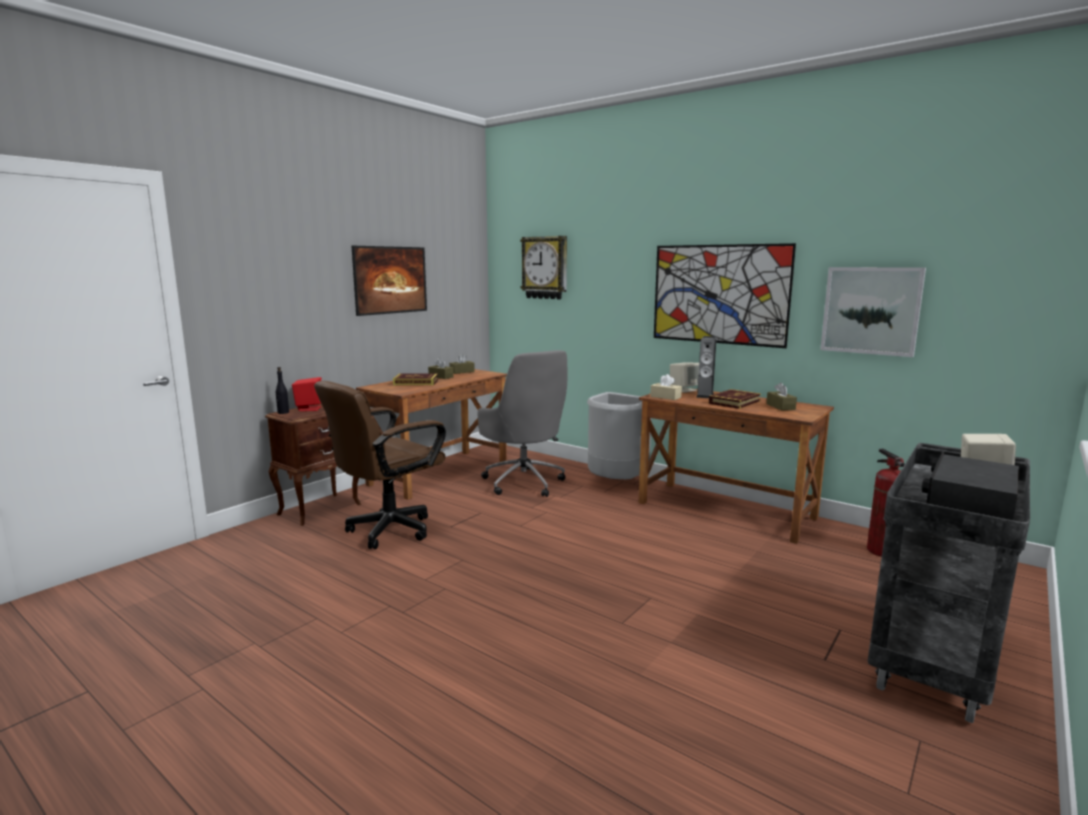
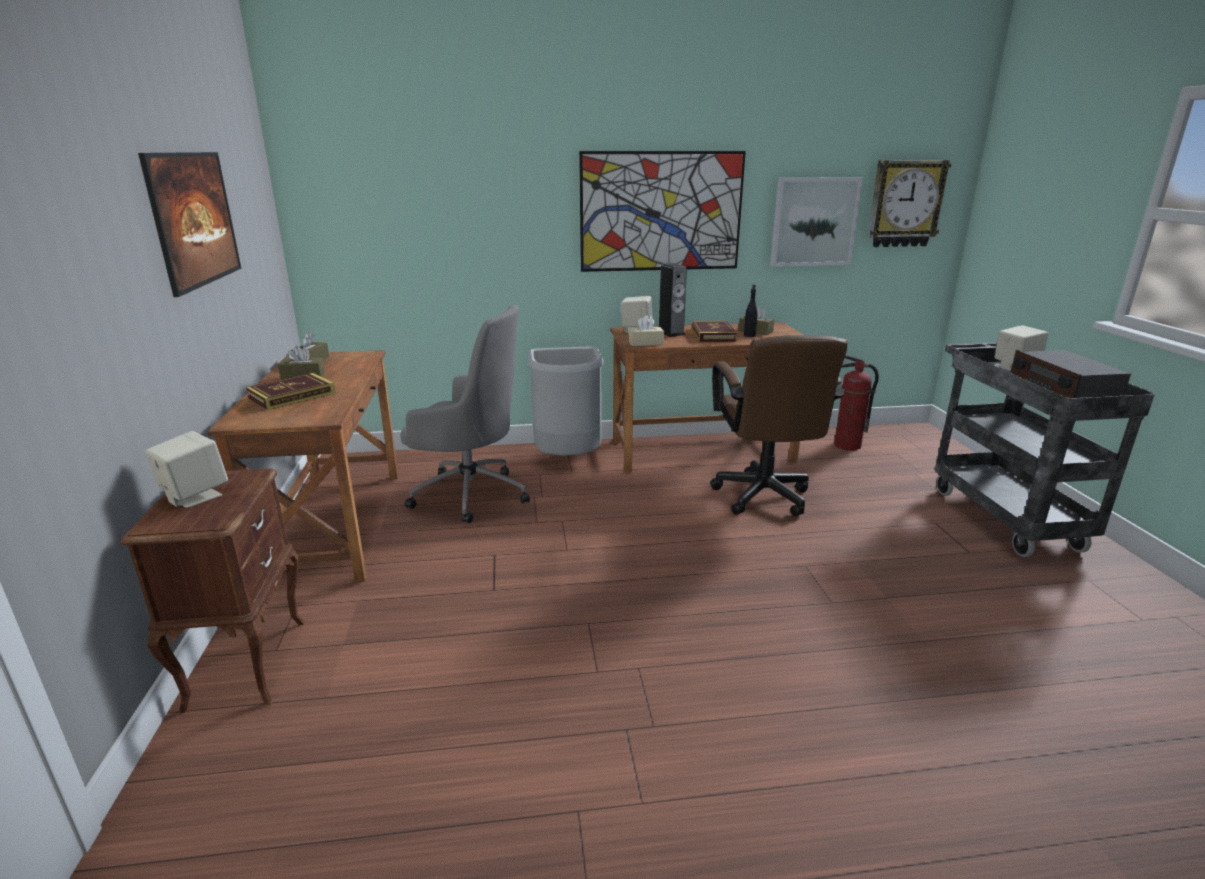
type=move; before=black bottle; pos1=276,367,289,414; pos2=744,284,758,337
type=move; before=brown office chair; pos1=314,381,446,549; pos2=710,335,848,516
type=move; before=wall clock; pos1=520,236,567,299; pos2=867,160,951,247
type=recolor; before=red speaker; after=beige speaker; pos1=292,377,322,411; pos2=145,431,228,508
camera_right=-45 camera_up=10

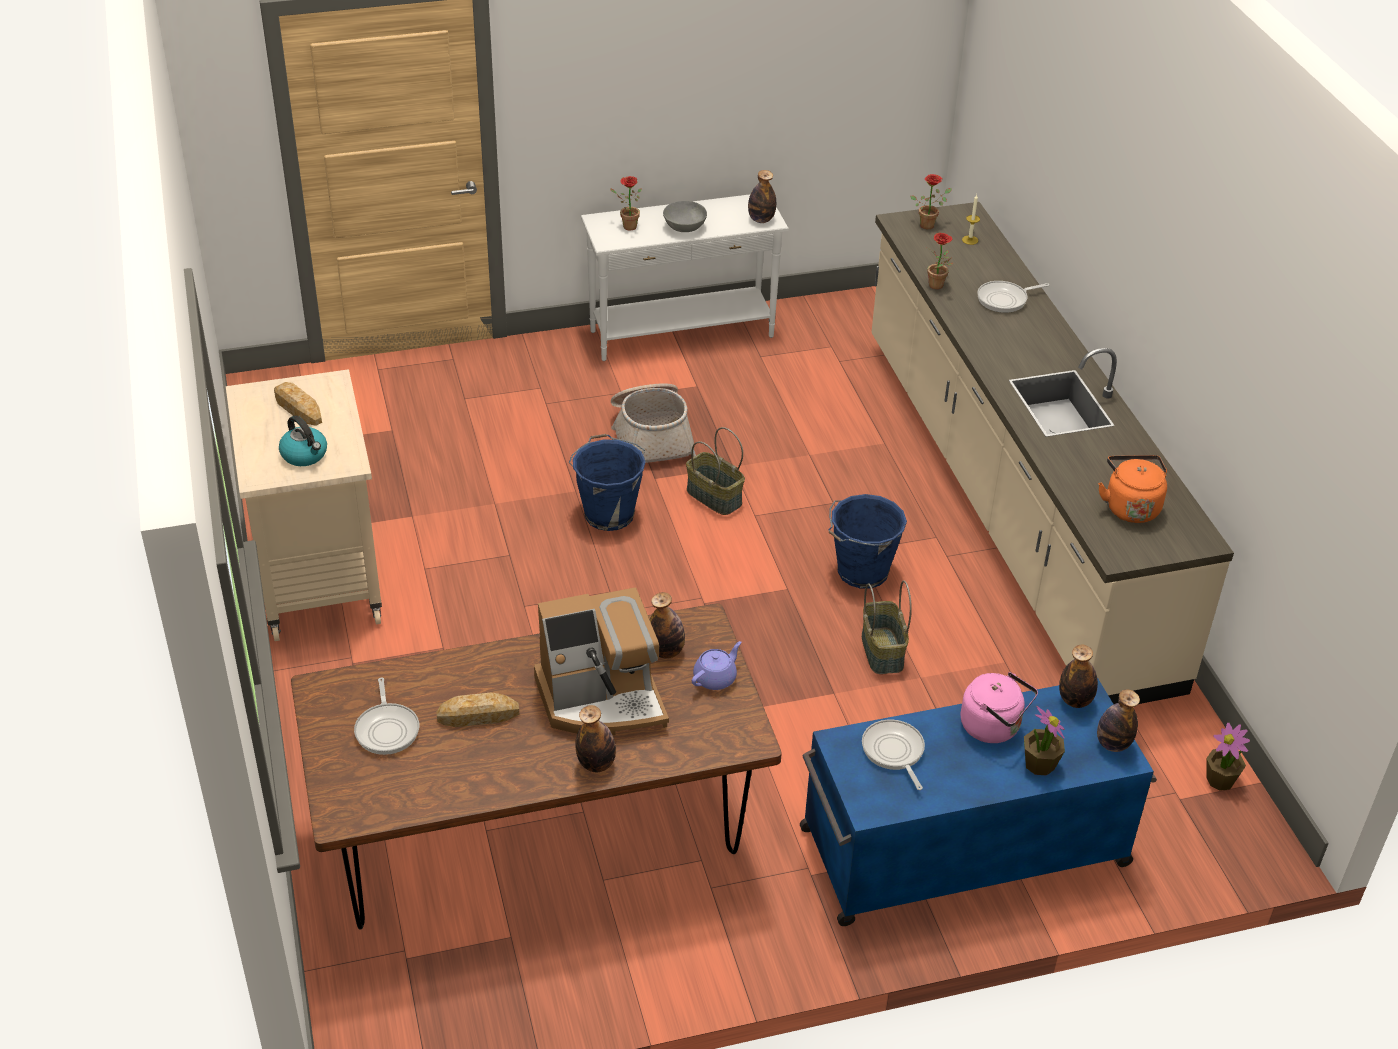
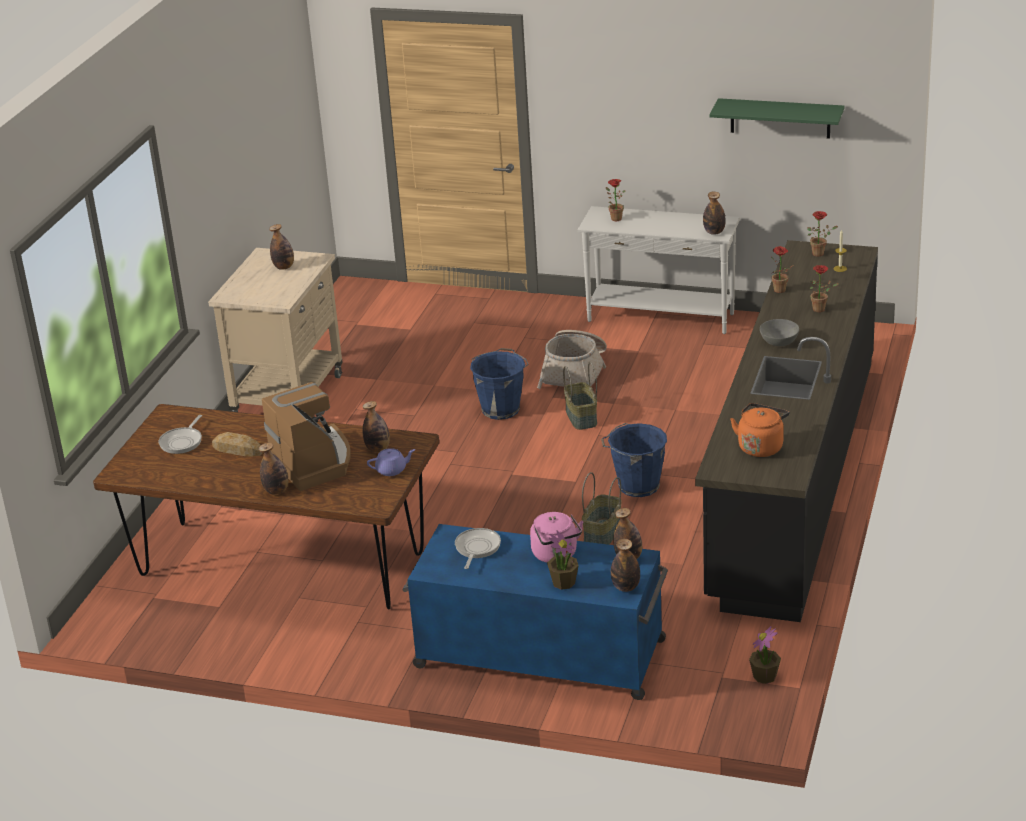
type=delete; before=kettle; pos1=279,415,327,466
type=insert; after=green shelf; pos2=710,98,844,139
type=move; before=grey bowl; pos1=663,201,707,232; pos2=760,319,799,346
type=replace; before=bread; after=bottle; pos1=274,382,322,426; pos2=269,224,294,270
type=replace; before=frying pan; after=potted plant; pos1=977,281,1049,313; pos2=810,265,839,312
type=recolor; before=beige counter; after=black counter; pos1=872,202,1234,704; pos2=695,240,878,622
type=rotate; before=coffee machine; pos1=534,587,669,735; pos2=262,382,351,491; turn=-135
camera_right=35 camera_up=-10

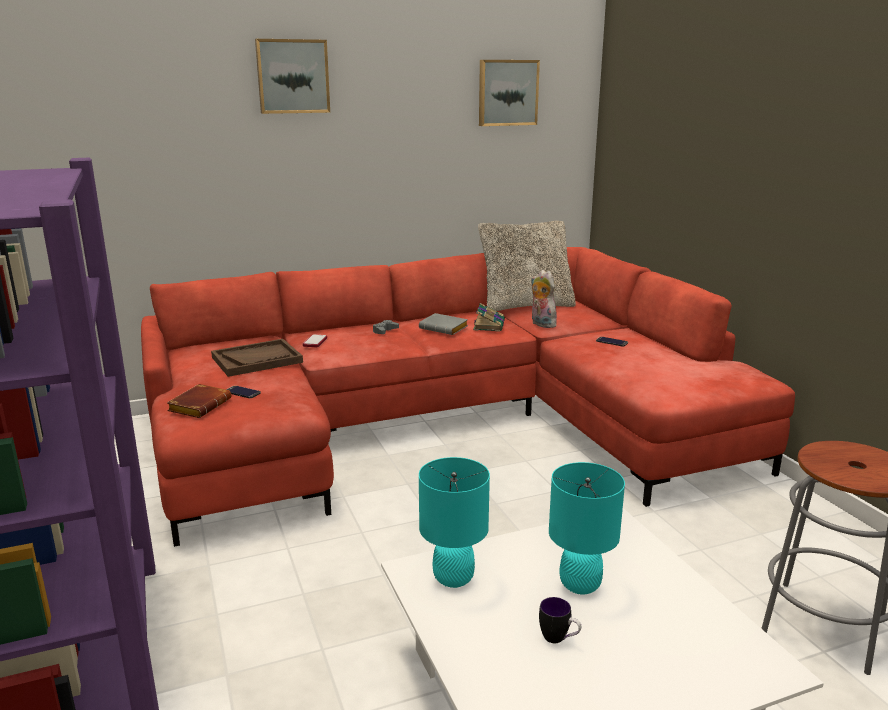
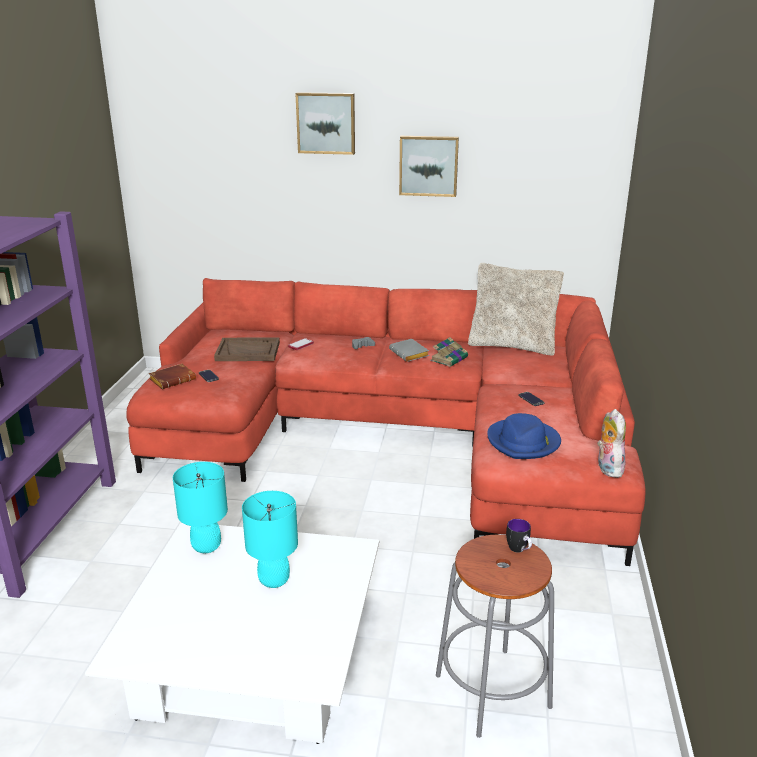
type=insert; after=blue hat; pos2=487,413,561,459
type=move; before=picture; pos1=479,60,540,126; pos2=399,136,459,197
type=move; before=plush toy; pos1=531,270,557,328; pos2=597,409,626,478
type=move; before=mug; pos1=539,597,581,643; pos2=506,519,532,553
camera_right=30 camera_up=5

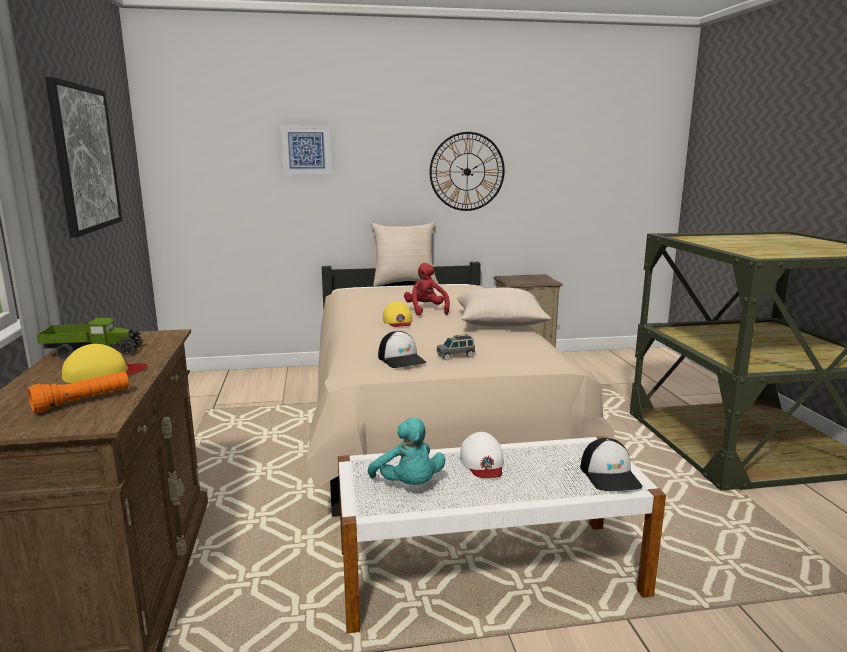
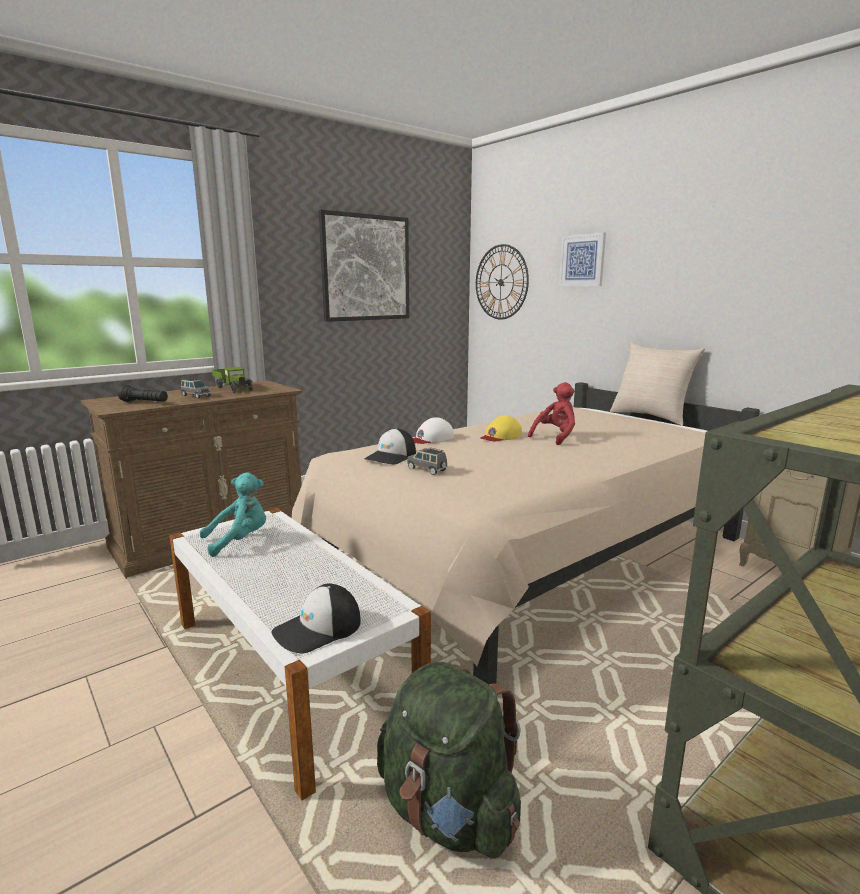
type=delete; before=beige pillow; pos1=457,287,551,327
type=insert; after=green backpack; pos2=377,662,521,858
type=move; before=wall clock; pos1=429,132,505,211; pos2=476,244,529,320
type=move; before=white cap; pos1=460,432,504,478; pos2=413,417,454,444
type=replace; before=yellow cap; after=grey toy car; pos1=62,344,147,383; pos2=181,378,211,399
type=recolor; before=orange flashlight; after=black flashlight; pos1=28,372,129,413; pos2=118,385,168,402
type=rotate; before=turquoise plush toy; pos1=368,418,445,485; pos2=200,472,266,557; turn=-150
camera_right=60 camera_up=0

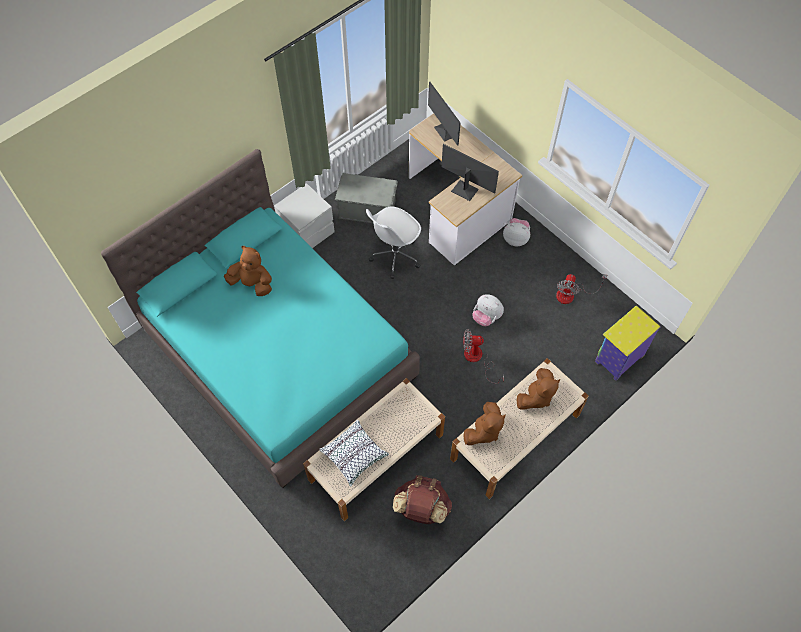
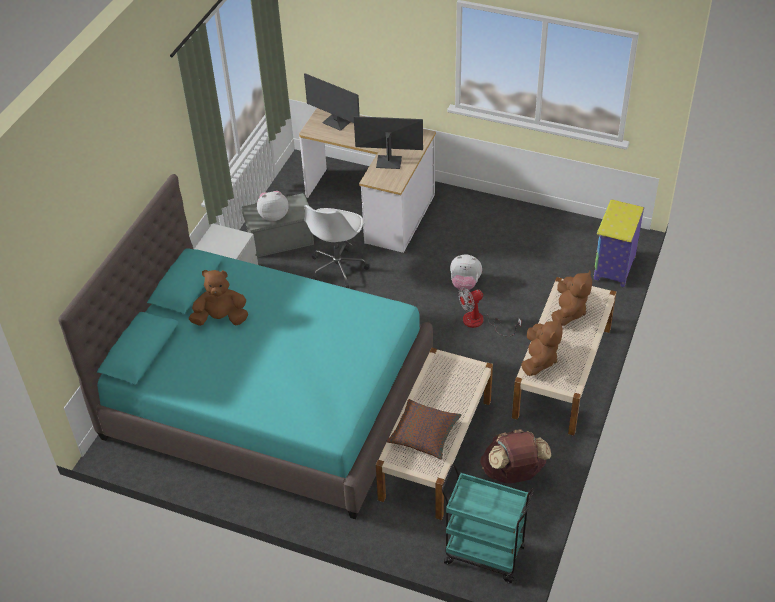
type=delete; before=fan; pos1=556,274,608,304
type=insert; after=turquoise cart; pos2=442,464,534,584
type=move; before=plush toy; pos1=503,218,530,246; pos2=257,191,289,221
type=recolor; before=white pillow; after=brown pillow; pos1=319,420,389,487; pos2=387,399,461,459
camera_right=-25 camera_up=-15

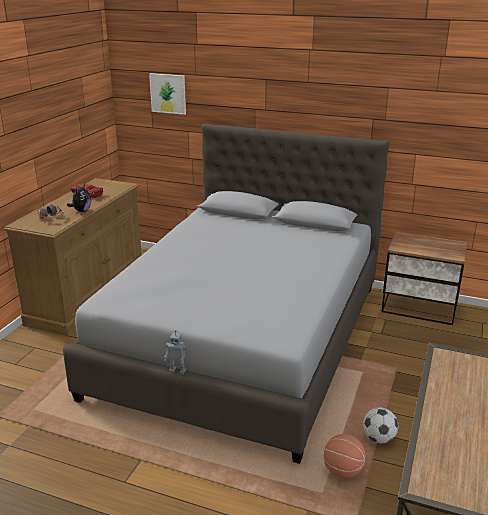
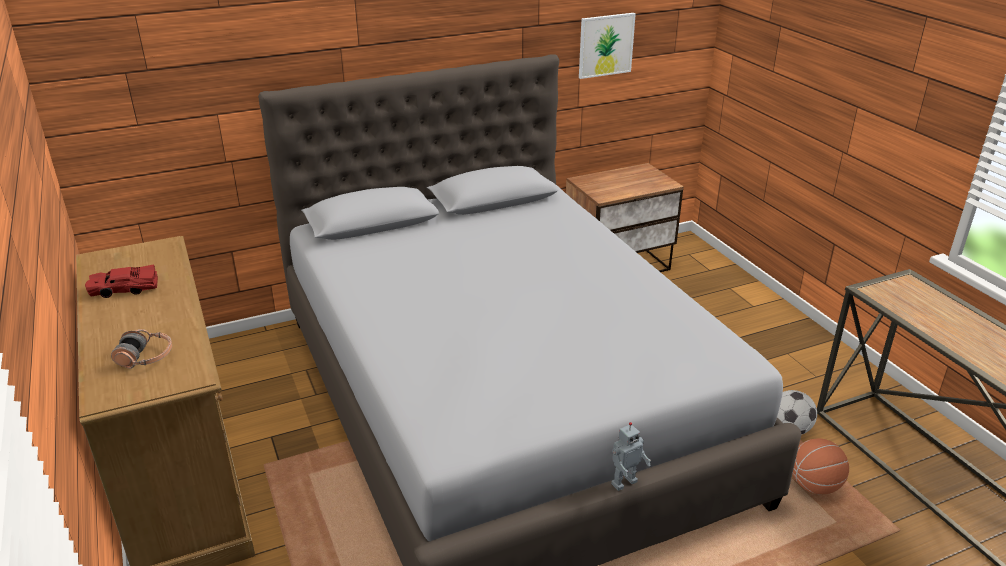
type=delete; before=plush toy; pos1=67,185,91,212
type=move; before=picture; pos1=149,73,186,115; pos2=579,13,636,79
camera_right=-45 camera_up=5

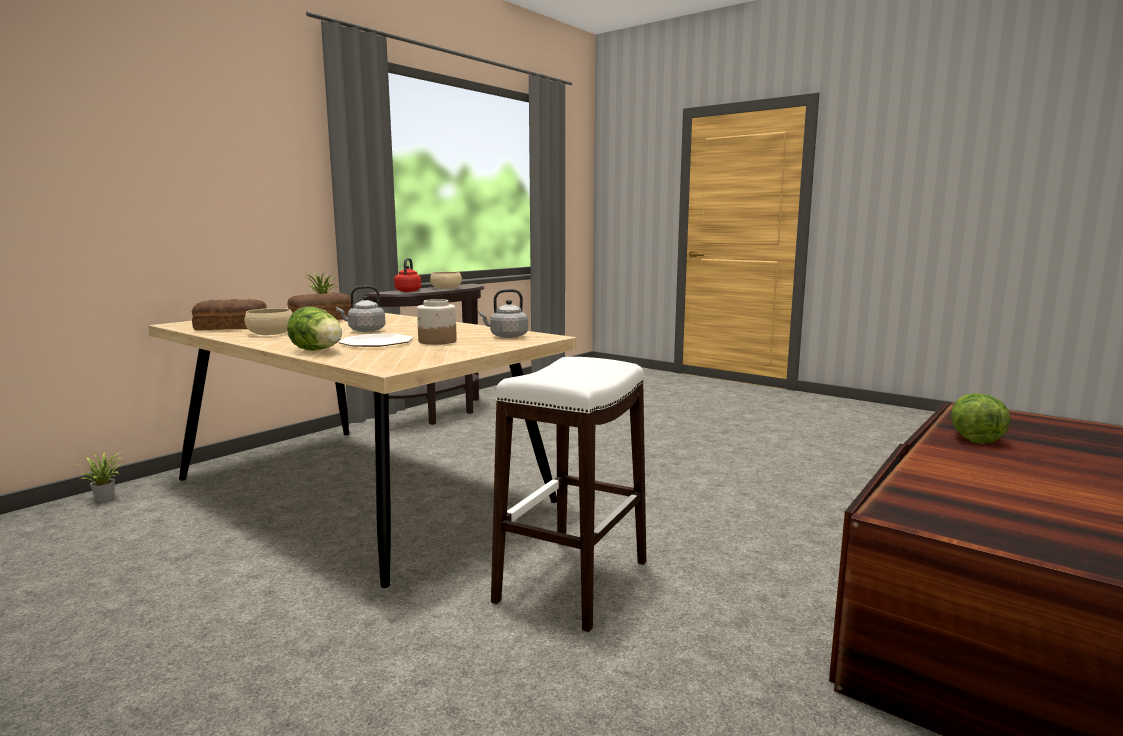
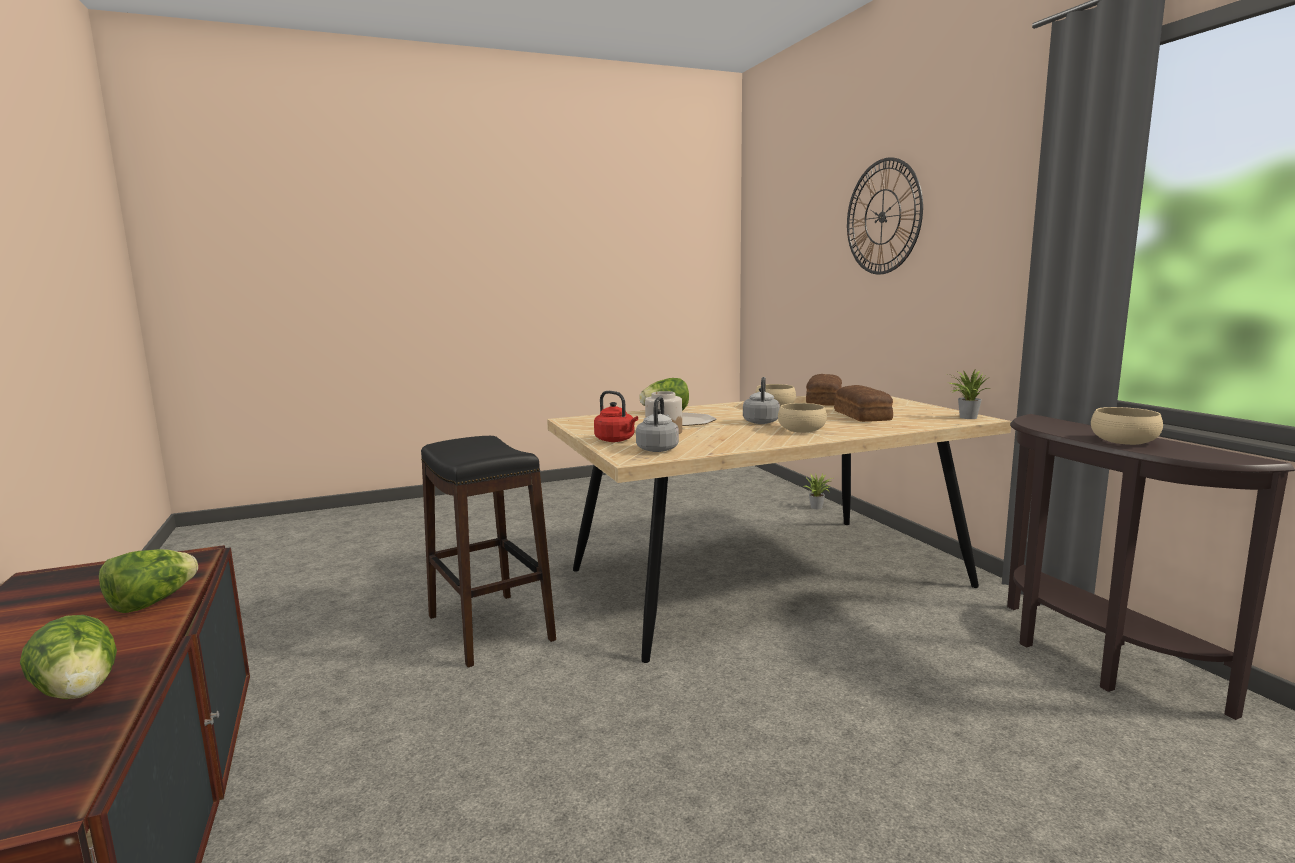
type=insert; after=lettuce; pos2=99,549,198,613
type=insert; after=beige bowl; pos2=778,403,827,433
type=insert; after=wall clock; pos2=847,158,923,274
type=move; before=red kettle; pos1=394,258,421,292; pos2=594,391,638,442
type=recolor; before=white stool; after=black stool; pos1=491,357,646,632; pos2=421,436,556,668
camera_right=120 camera_up=0

